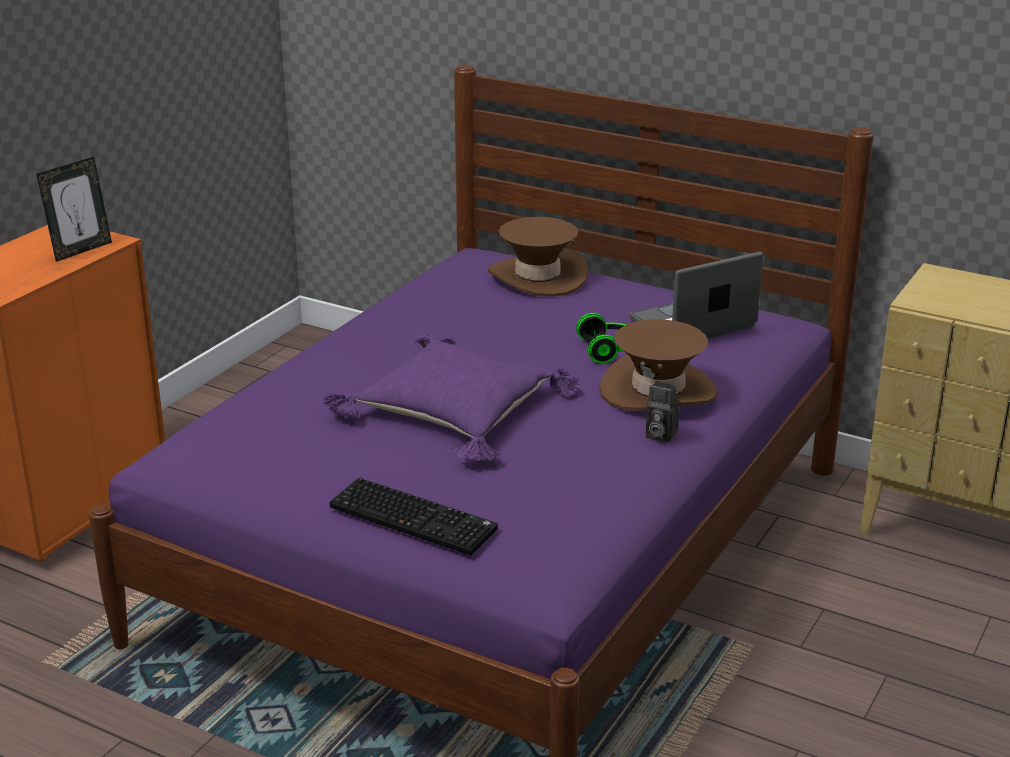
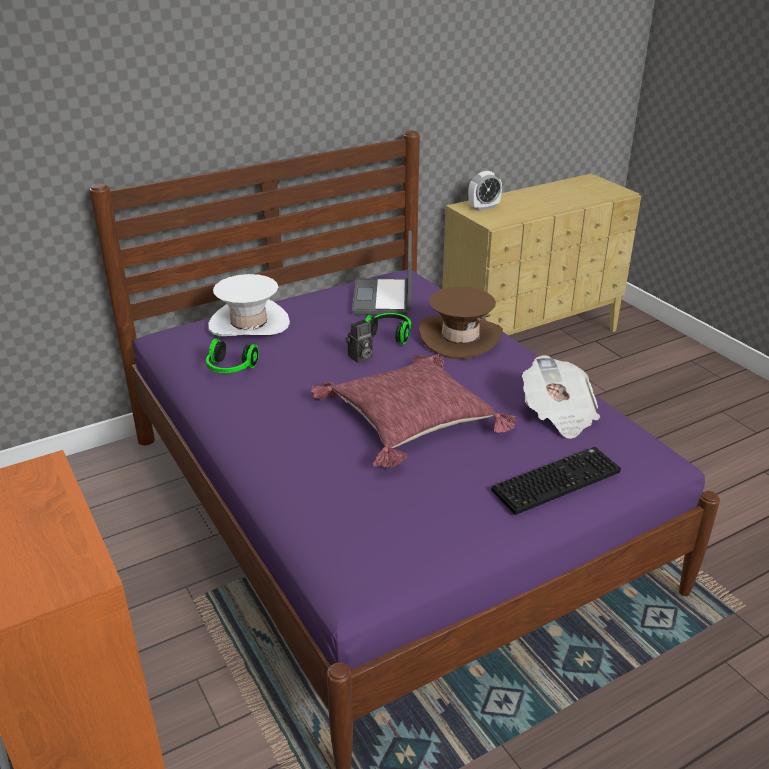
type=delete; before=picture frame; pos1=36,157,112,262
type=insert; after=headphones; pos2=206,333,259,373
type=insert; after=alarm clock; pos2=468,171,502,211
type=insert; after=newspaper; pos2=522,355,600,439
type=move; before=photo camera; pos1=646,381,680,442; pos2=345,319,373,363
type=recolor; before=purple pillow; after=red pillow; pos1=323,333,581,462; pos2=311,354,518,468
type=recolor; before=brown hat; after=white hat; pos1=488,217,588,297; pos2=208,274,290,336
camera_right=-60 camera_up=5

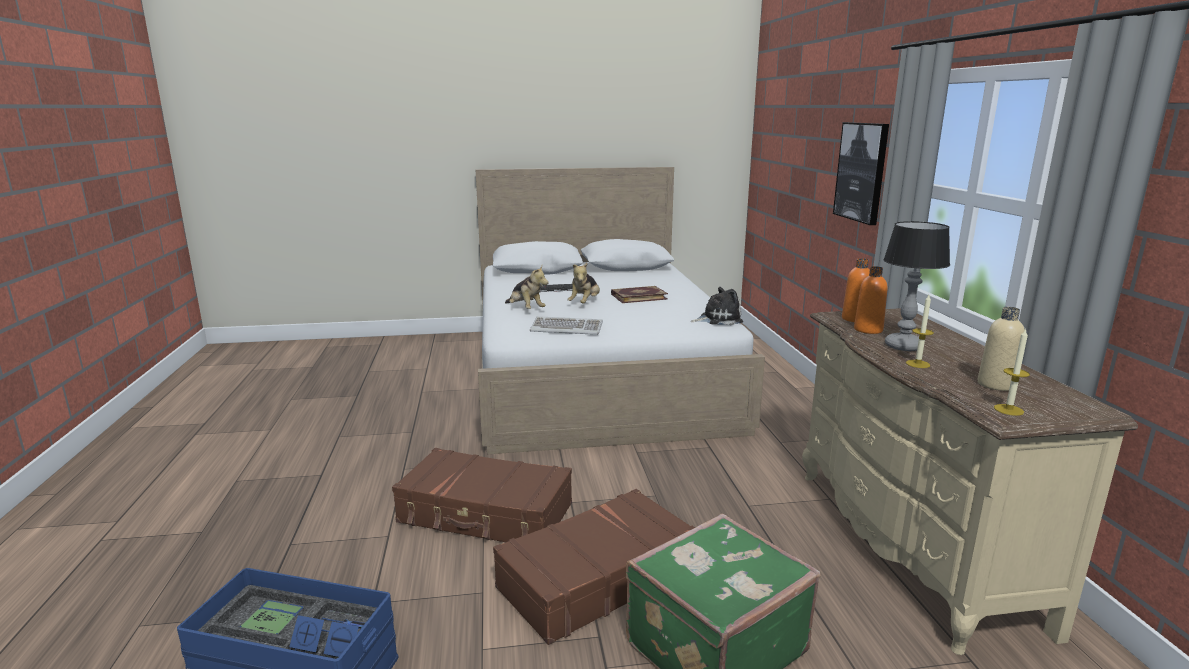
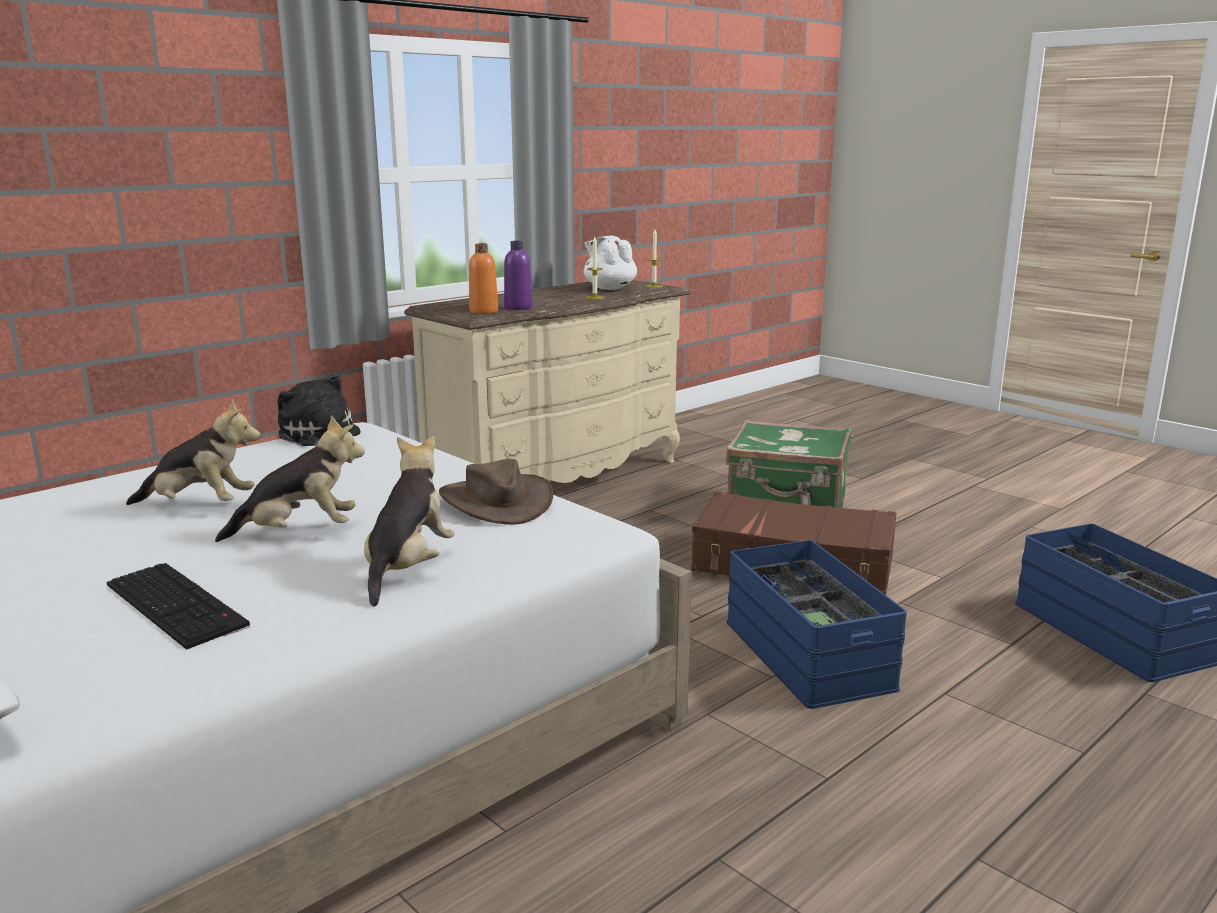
type=delete; before=picture; pos1=833,122,889,225
type=delete; before=table lamp; pos1=883,221,950,351
type=replace; before=brown suitcase; after=blue storage box; pos1=392,448,572,542; pos2=727,540,907,709
type=replace; before=keyboard; after=brown hat; pos1=530,316,603,335; pos2=439,459,553,525
type=replace; before=book; after=plush toy; pos1=611,286,668,303; pos2=126,399,261,505
type=replace; before=beige bottle; after=white teapot; pos1=978,307,1025,391; pos2=584,236,637,290
type=recolor; before=orange bottle; after=purple bottle; pos1=854,266,887,334; pos2=504,241,532,310
camera_right=-125 camera_up=0

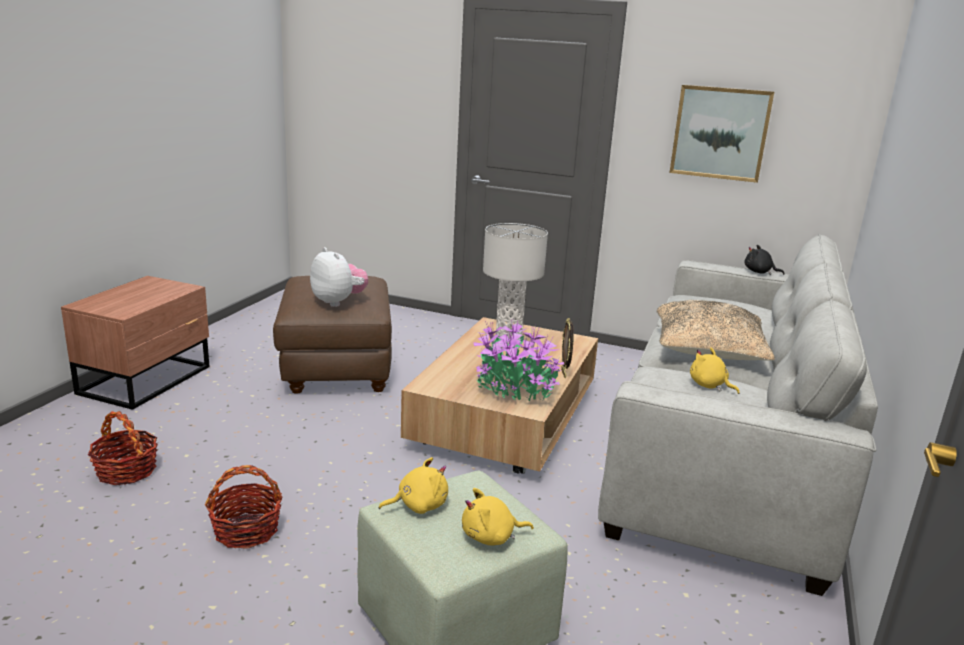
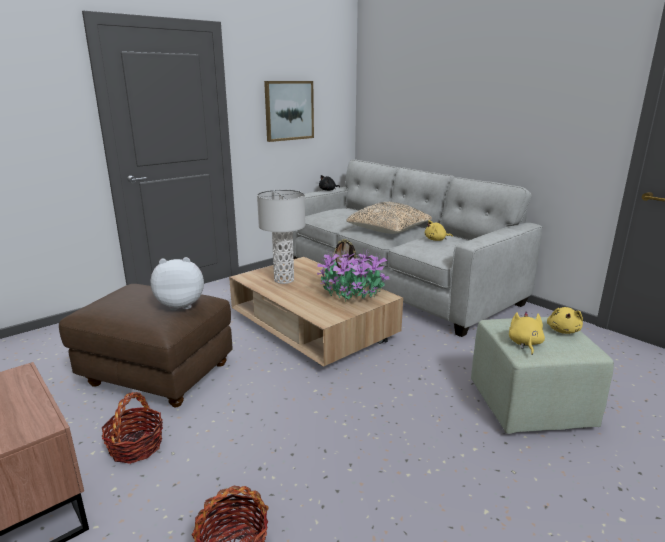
type=move; before=basket; pos1=205,465,283,549; pos2=102,392,163,464
camera_right=-60 camera_up=0

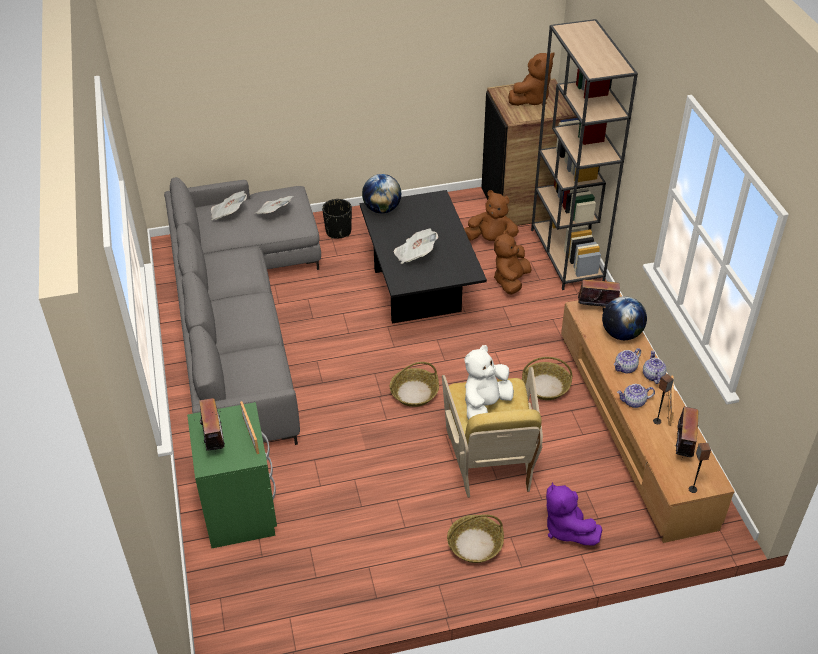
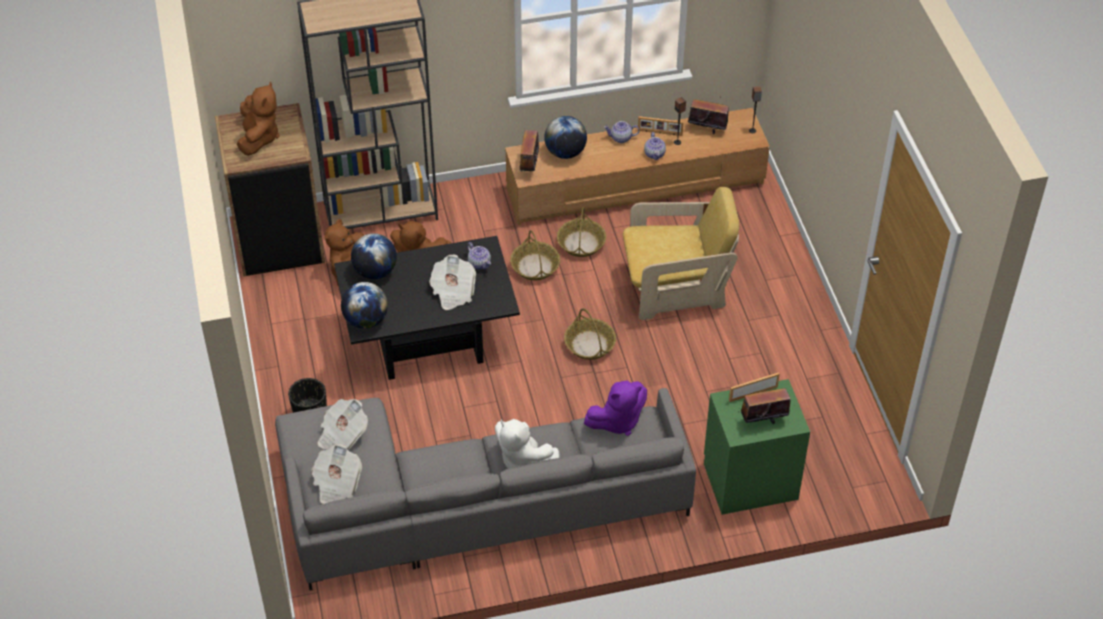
type=insert; after=globe; pos2=351,233,397,279
type=move; before=basket; pos1=447,514,504,563; pos2=510,230,560,280
type=move; before=white plush toy; pos1=464,345,514,420; pos2=495,419,560,468
type=move; before=purple plush toy; pos1=546,482,602,546; pos2=584,380,647,436
type=move; before=teapot; pos1=614,348,641,373; pos2=467,242,491,270
type=rotate; before=brown plush toy; pos1=508,52,554,106; pos2=237,82,279,156; turn=45
camera_right=-90 camera_up=5

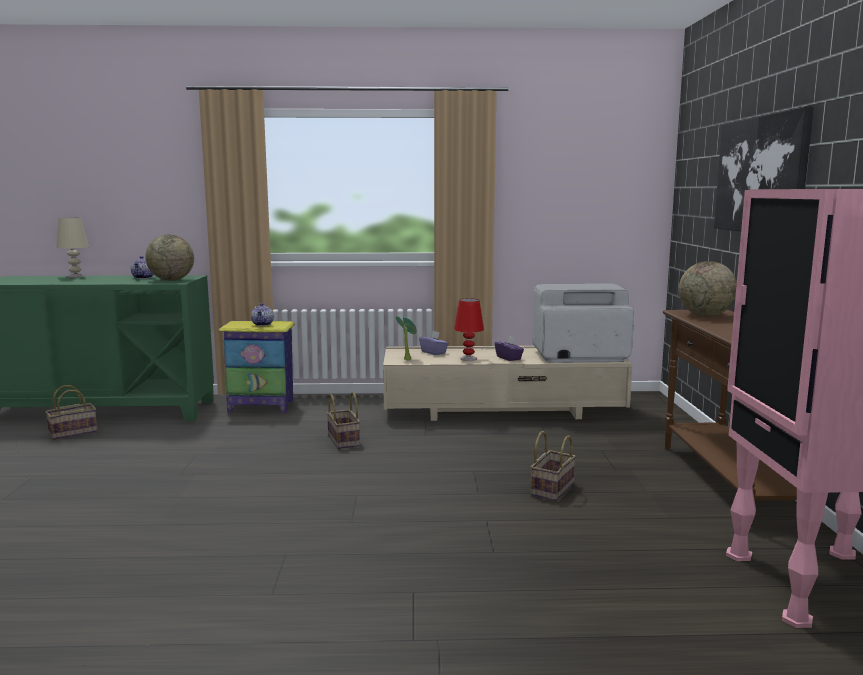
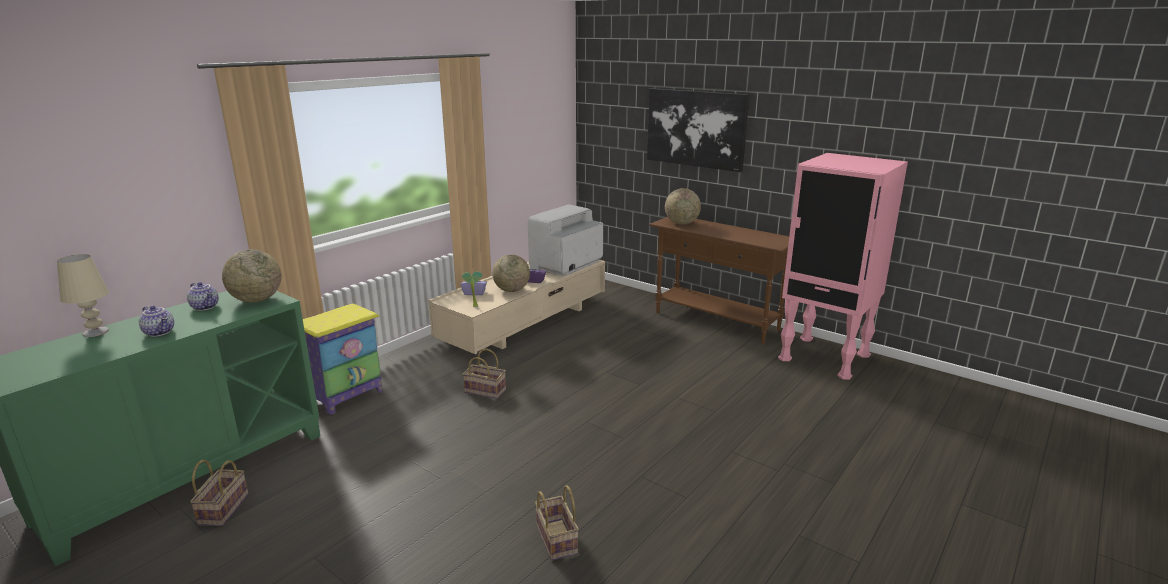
type=move; before=teapot; pos1=251,303,274,326; pos2=139,305,174,337
type=move; before=basket; pos1=531,431,576,501; pos2=535,485,579,561
type=replace; before=red table lamp; after=globe; pos1=454,299,484,361; pos2=492,254,530,292
camera_right=-50 camera_up=10

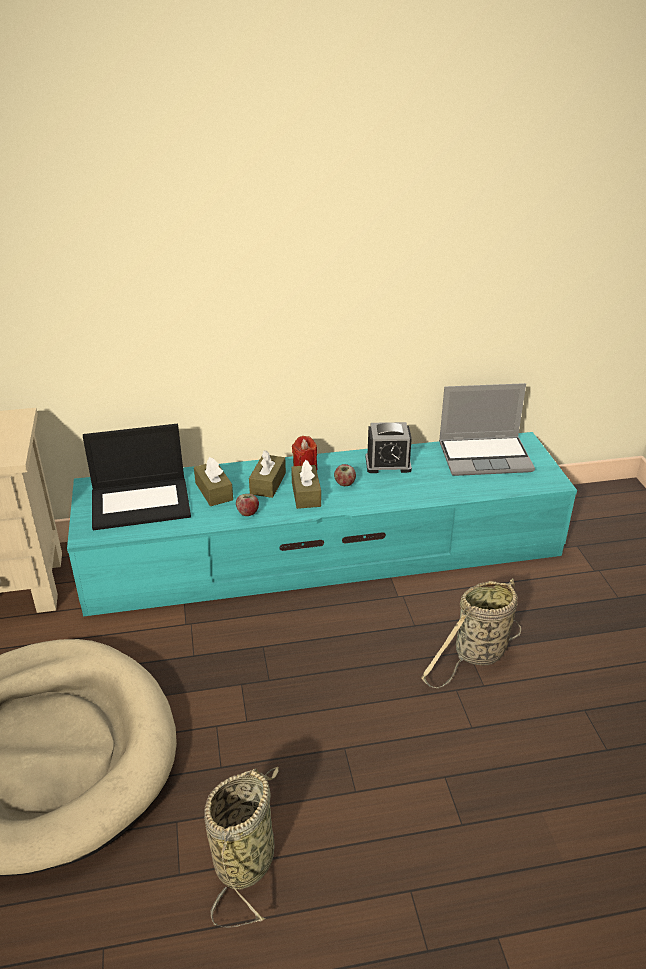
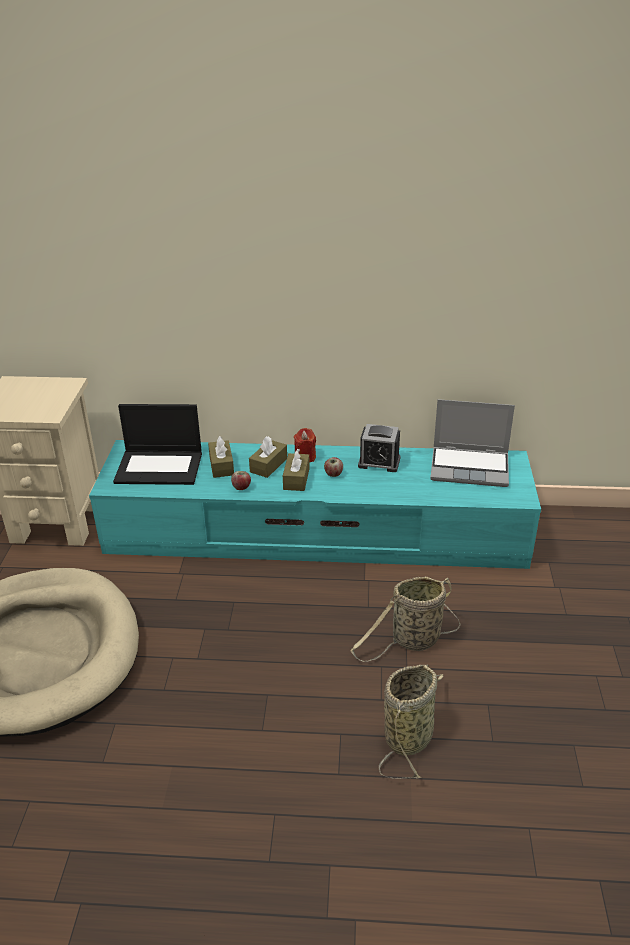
type=move; before=basket; pos1=204,767,279,928; pos2=379,665,443,779
camera_right=15 camera_up=0

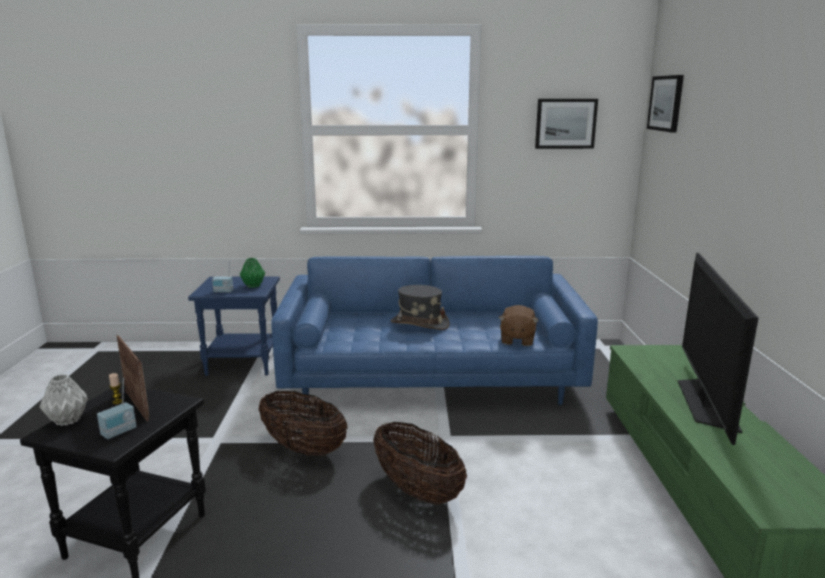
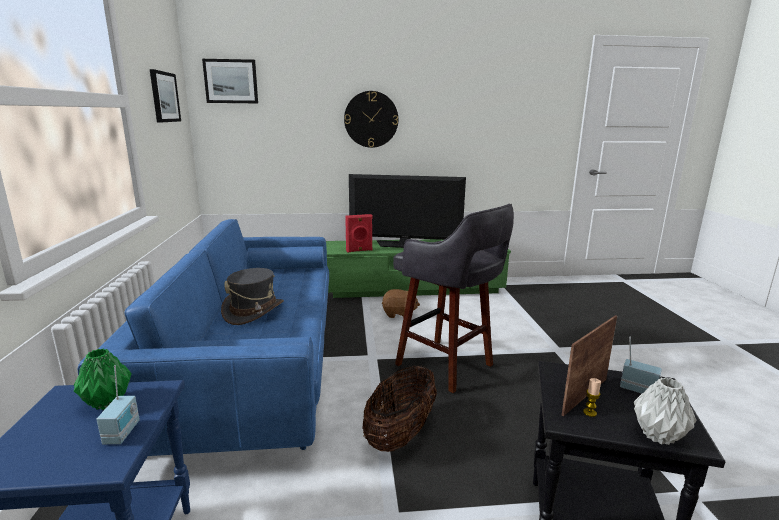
type=insert; after=wall clock; pos2=344,91,398,148
type=insert; after=red speaker; pos2=345,214,373,253
type=move; before=brown plush toy; pos1=499,305,539,346; pos2=382,289,420,318
type=replace; before=basket; after=grey stool; pos1=373,421,467,505; pos2=393,204,514,393
camera_right=-95 camera_up=0

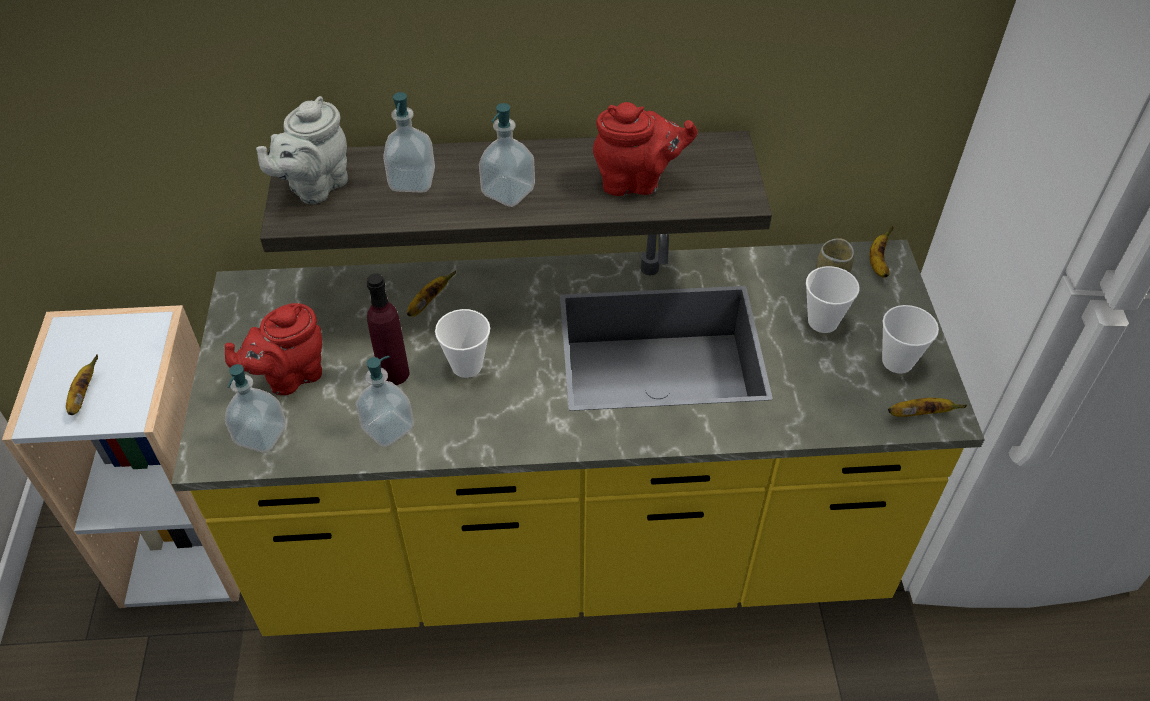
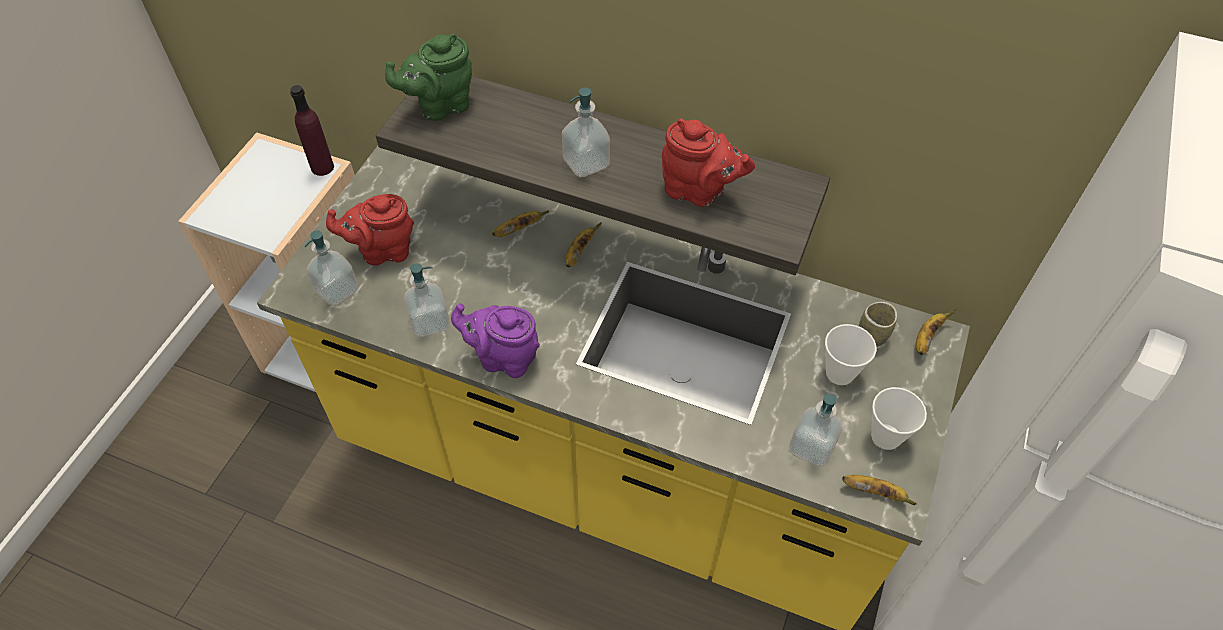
type=delete; before=cup; pos1=435,309,490,378
type=insert; after=purple teapot; pos2=451,303,540,378
type=move; before=banana; pos1=66,354,98,415; pos2=565,222,602,268
type=move; before=purple bottle; pos1=367,273,409,385; pos2=290,85,334,176
type=move; before=soap dispenser; pos1=383,92,435,193; pos2=789,393,843,467
type=recolor; before=grey teapot; after=green teapot; pos1=256,96,348,204; pos2=385,34,472,121
camera_right=25 camera_up=5

